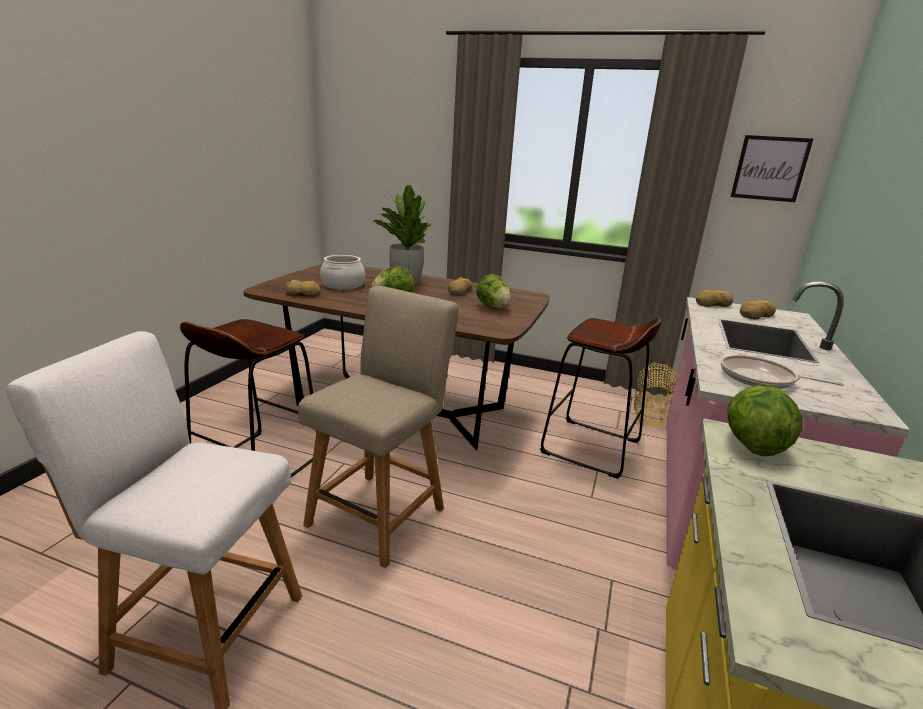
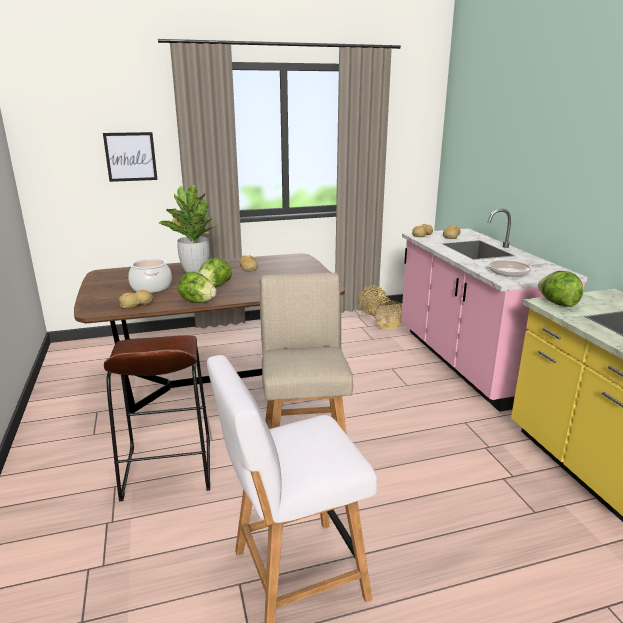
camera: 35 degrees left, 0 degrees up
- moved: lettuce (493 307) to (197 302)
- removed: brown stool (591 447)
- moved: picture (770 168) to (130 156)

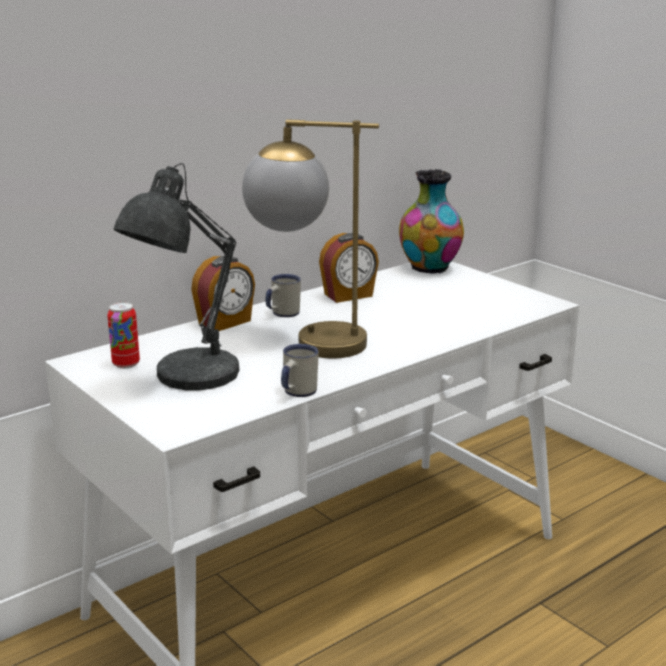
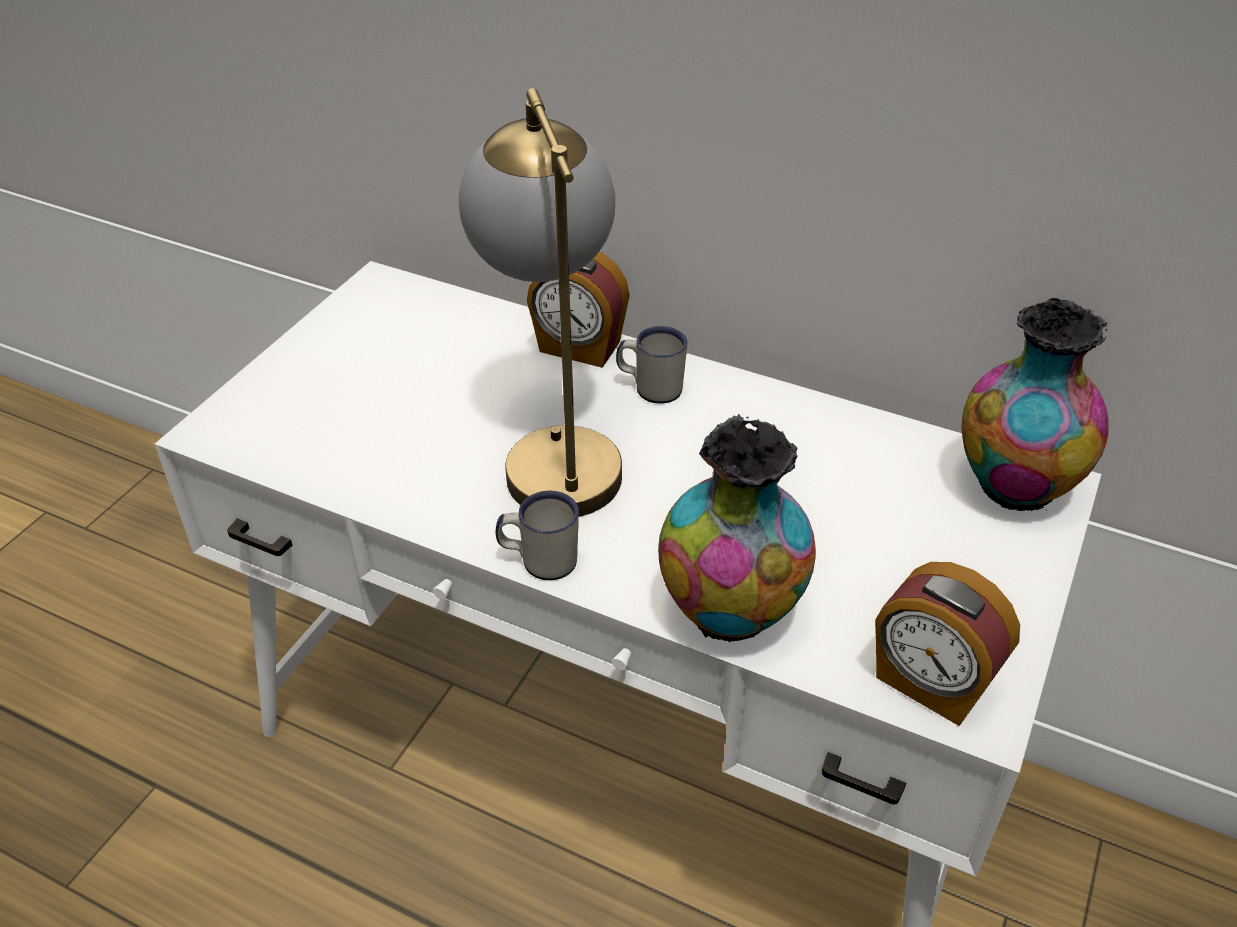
camera: 65 degrees right, 20 degrees up
- removed: can (126 364)
- removed: grey table lamp (189 377)
- moved: white mug (296 393) to (539 560)
- moved: alarm clock (349 295) to (930 684)
- added: vase (730 613)

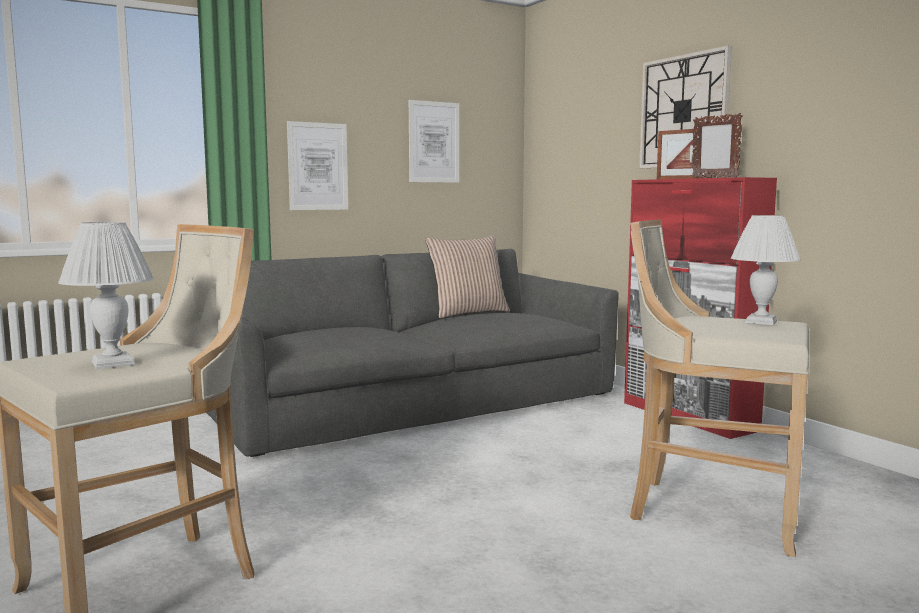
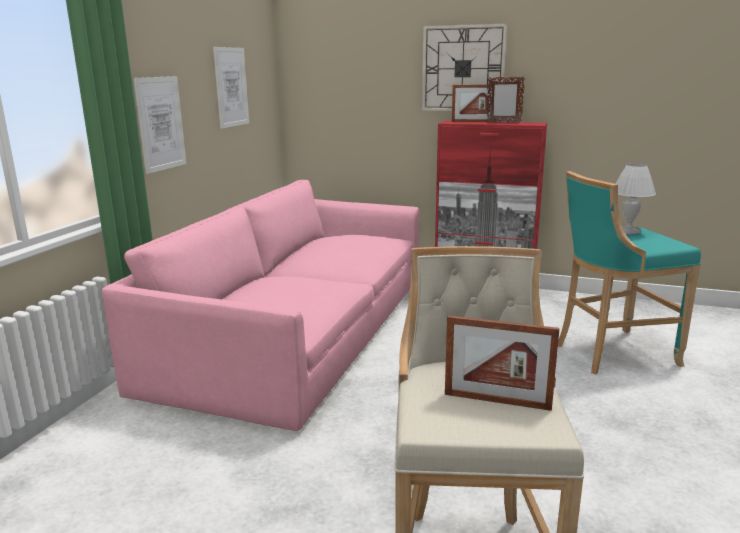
camera: 40 degrees left, 10 degrees up
- replaced: white table lamp (114 363) to picture frame (497 401)
- recoloured: grey sofa (410 400) to pink sofa (298 331)
- removed: pillow (468 313)
- recoloured: beige stool (709 512) to turquoise stool (610 353)

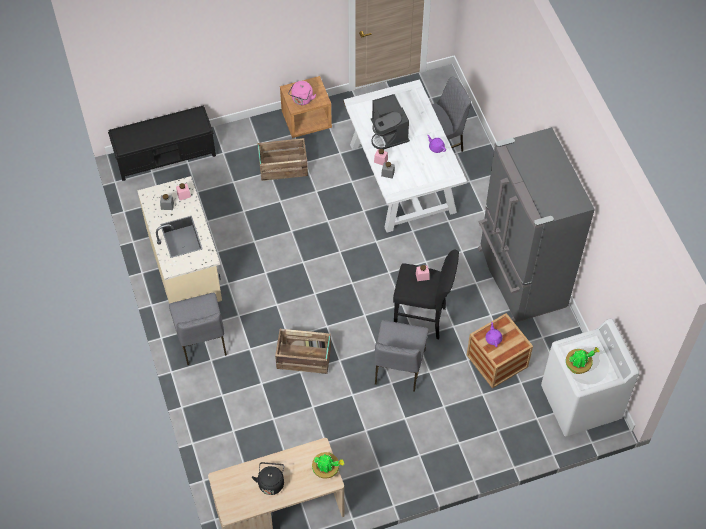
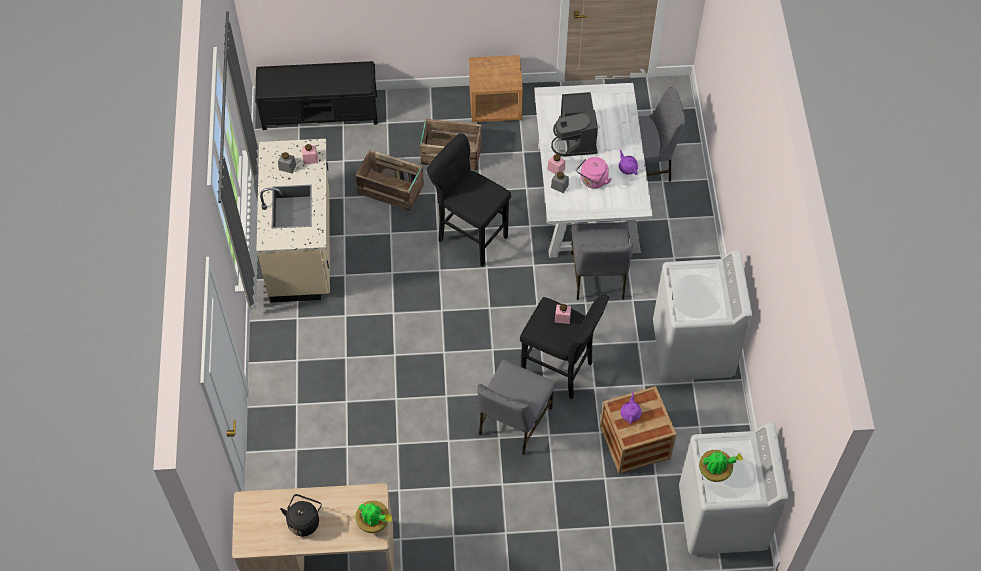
camera: 15 degrees right, 0 degrees up
- moved: grey chair (201 341) to (598 276)
- moved: crate (304 358) to (391 190)
- moved: pink kettle (302 100) to (593 181)
- replaced: grey fridge (519 278) to white washing machine (693 349)
- added: black stool (470 236)

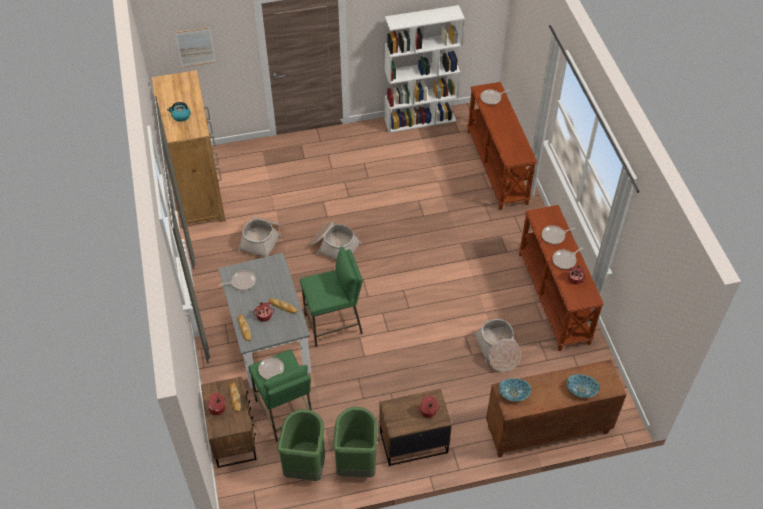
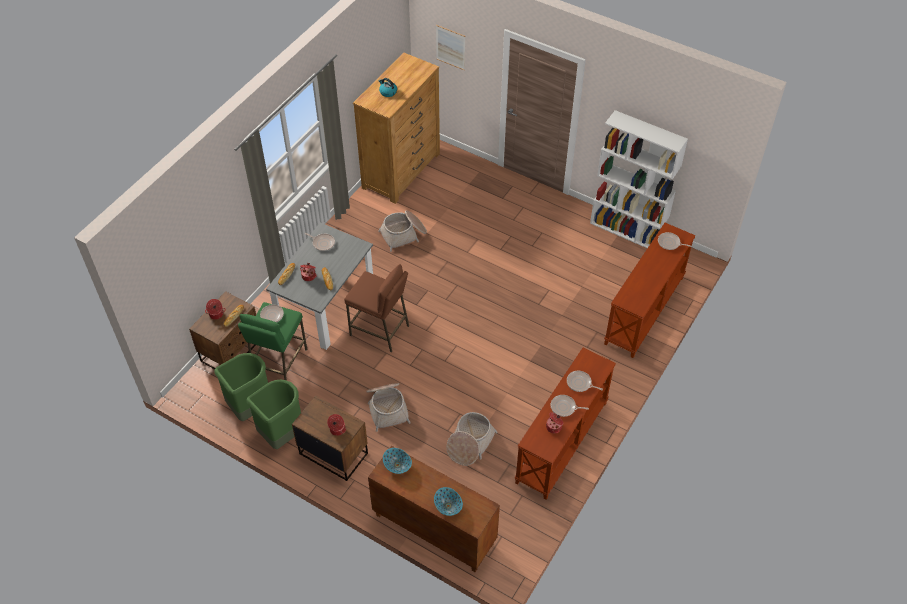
camera: 45 degrees right, 0 degrees up
- recoloured: green stool (334 324) to brown stool (380 330)
- moved: basket (334 246) to (387 407)

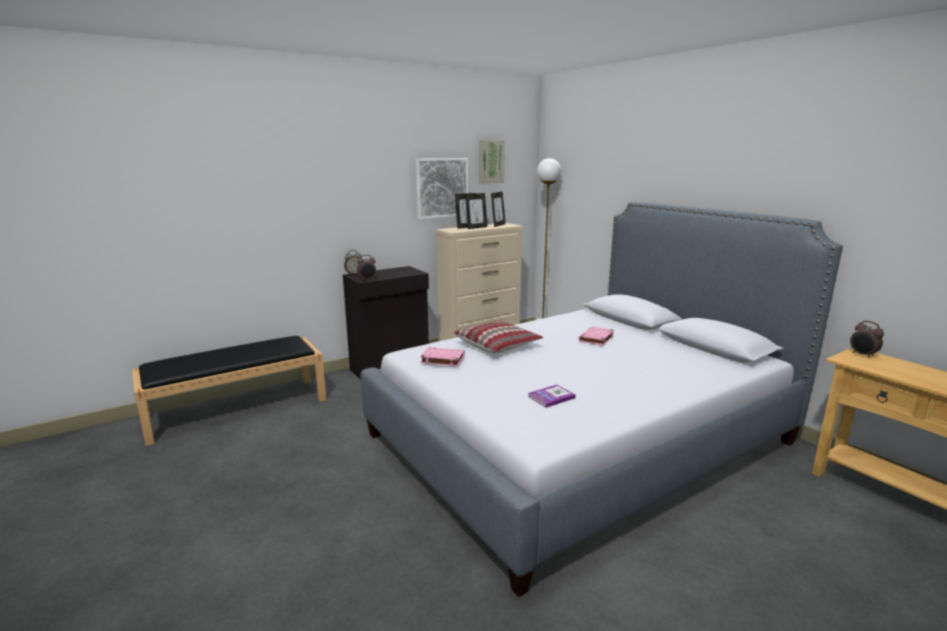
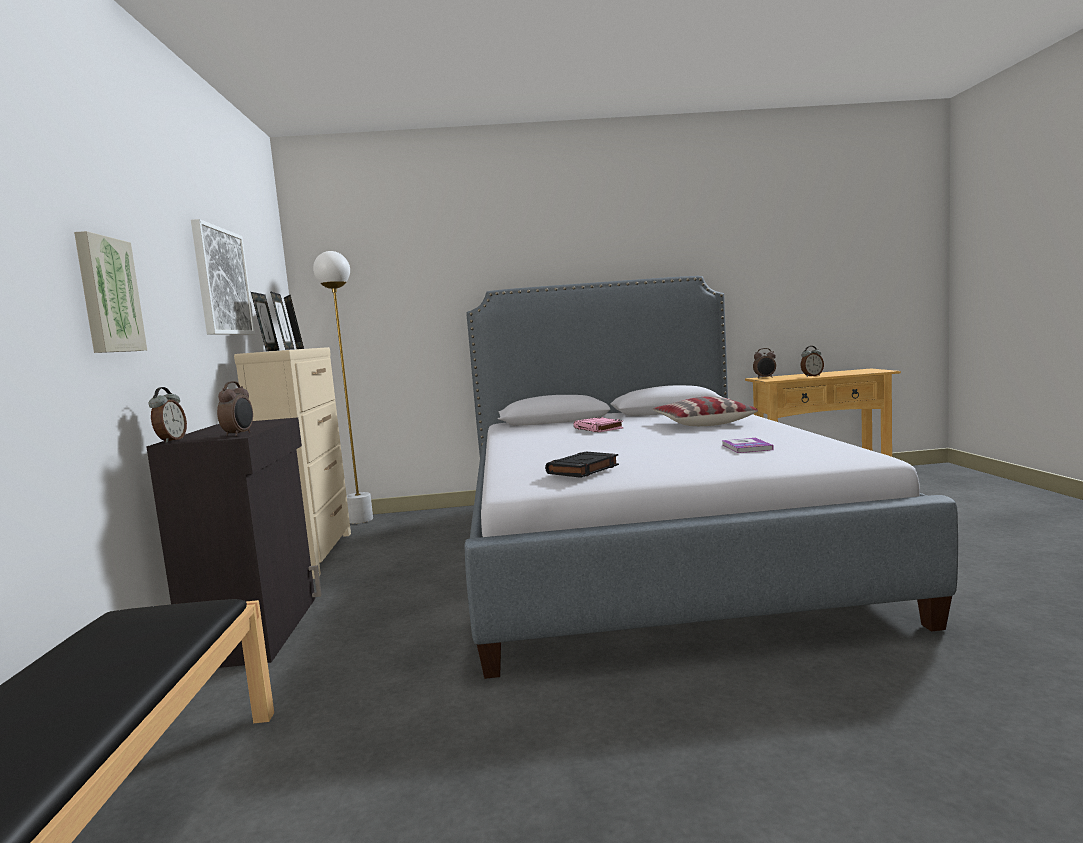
camera: 60 degrees left, 10 degrees down
- recoloured: pink book (442 359) to black book (582 470)
- moved: pillow (497 345) to (702 423)
- moved: picture (490 161) to (107 295)
- added: alarm clock (811 376)

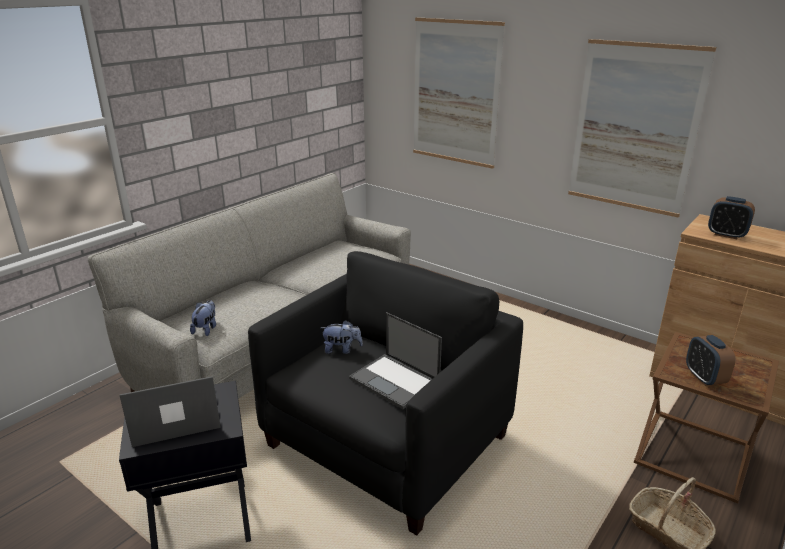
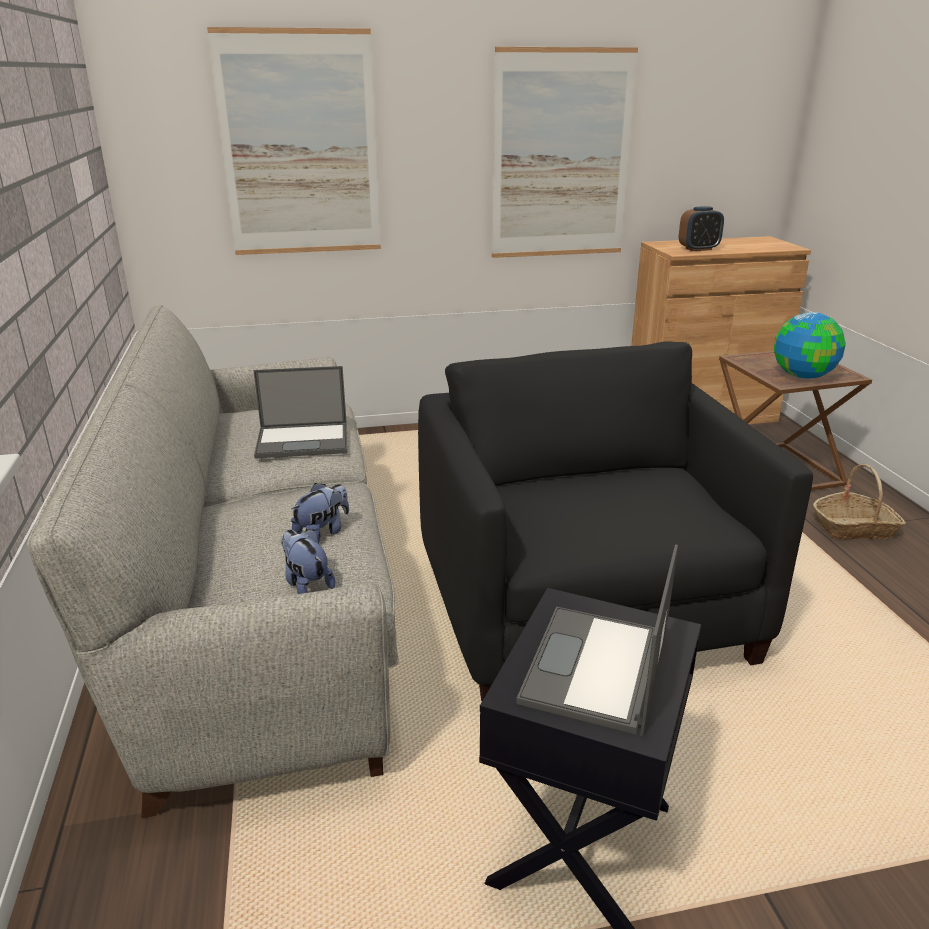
camera: 50 degrees left, 0 degrees up
- moved: plush toy (342 350) to (322 533)
- moved: laptop (395 381) to (304 440)
- replaced: alarm clock (704 378) to globe (803 376)

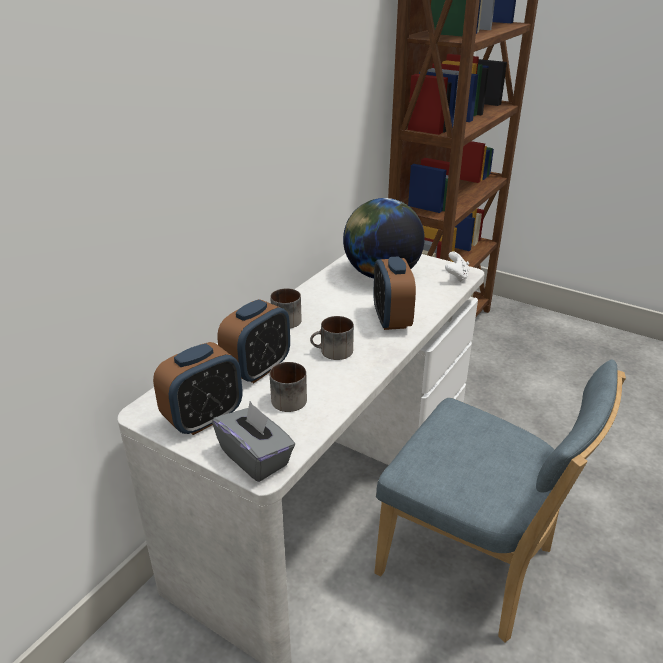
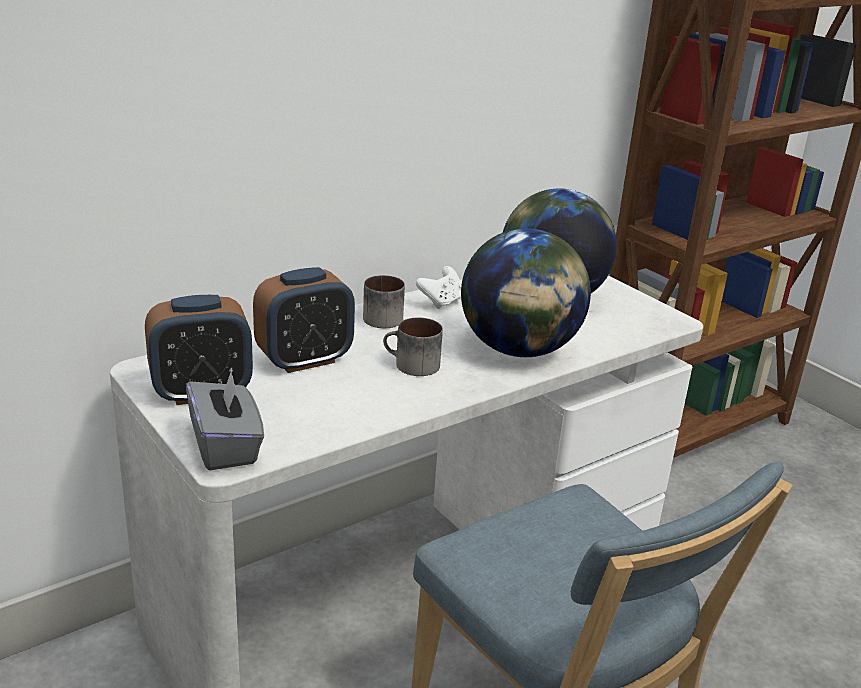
camera: 20 degrees right, 5 degrees down
- removed: mug (289 397)
- replaced: alarm clock (391 320) to globe (519 350)
- moved: white game controller (456 277) to (441 302)

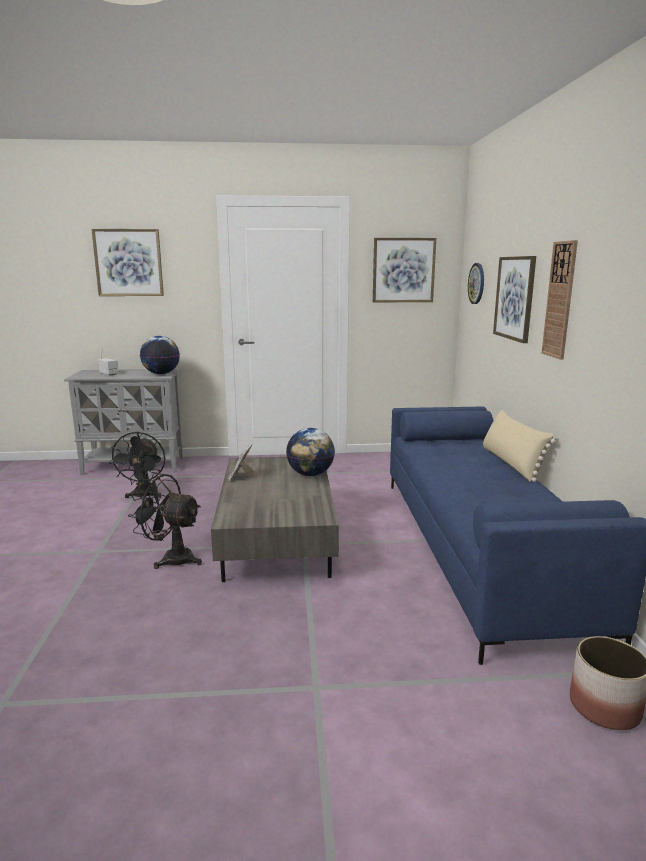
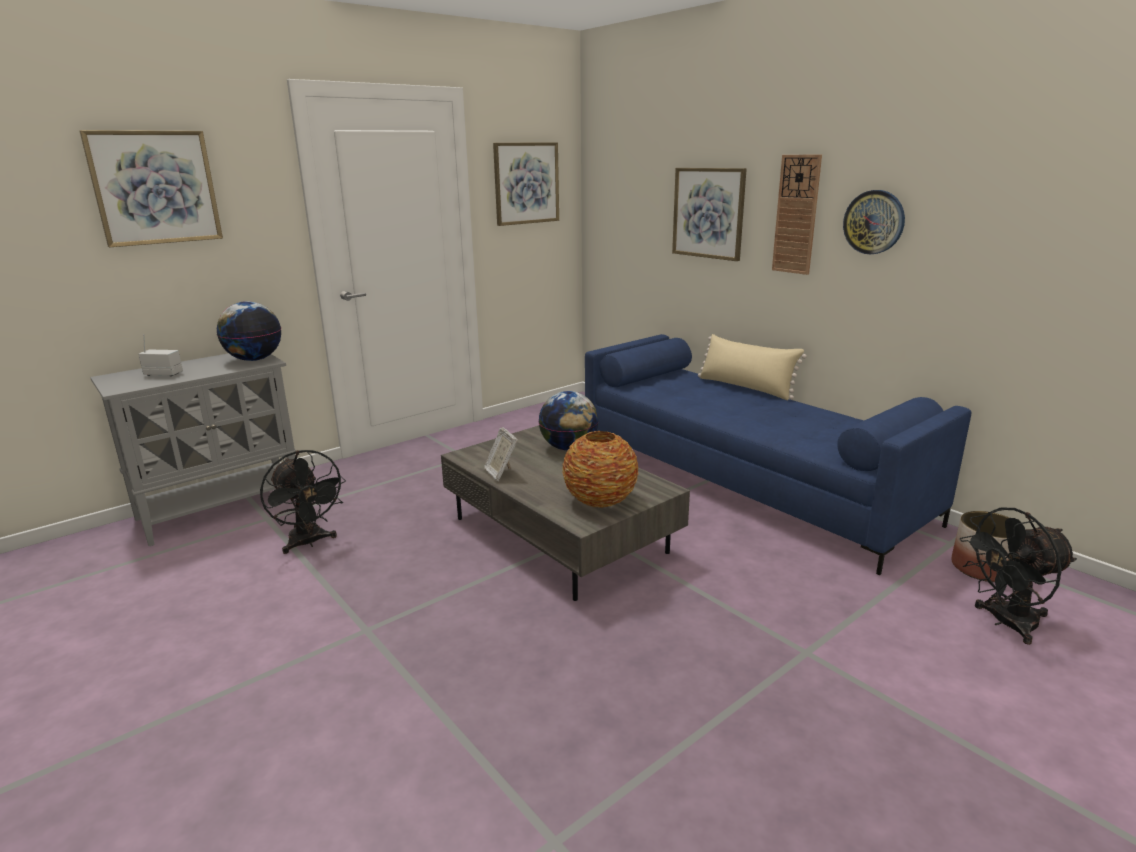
camera: 35 degrees left, 5 degrees up
- moved: black fan (171 558) to (1005 623)
- moved: wall clock (477 283) to (874 222)
- added: vase (600 500)

